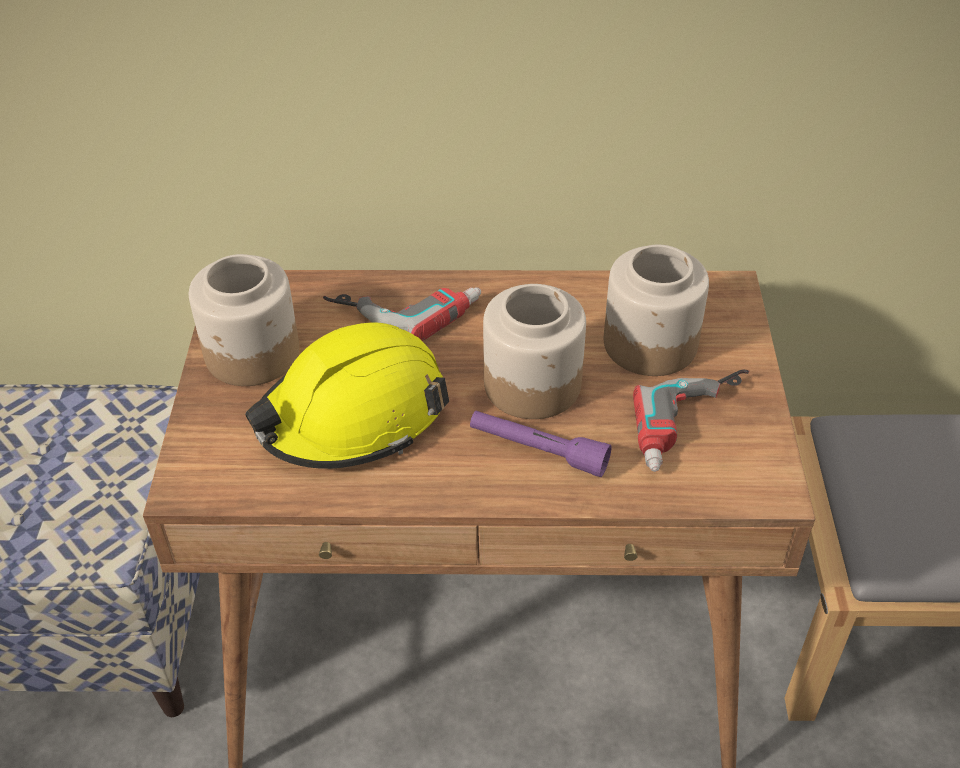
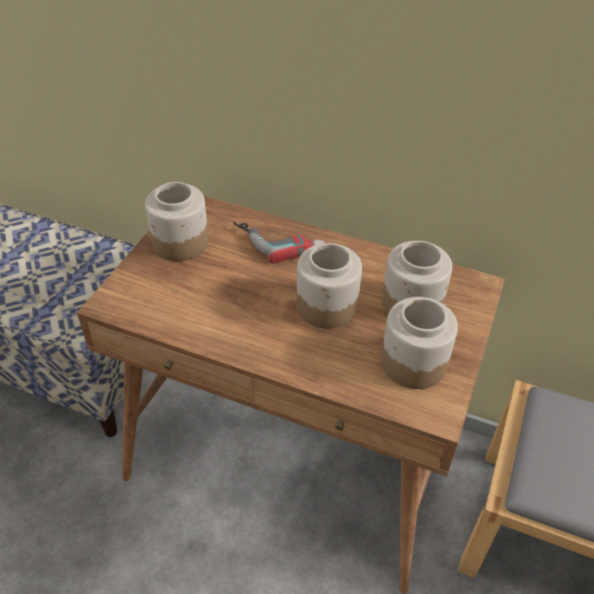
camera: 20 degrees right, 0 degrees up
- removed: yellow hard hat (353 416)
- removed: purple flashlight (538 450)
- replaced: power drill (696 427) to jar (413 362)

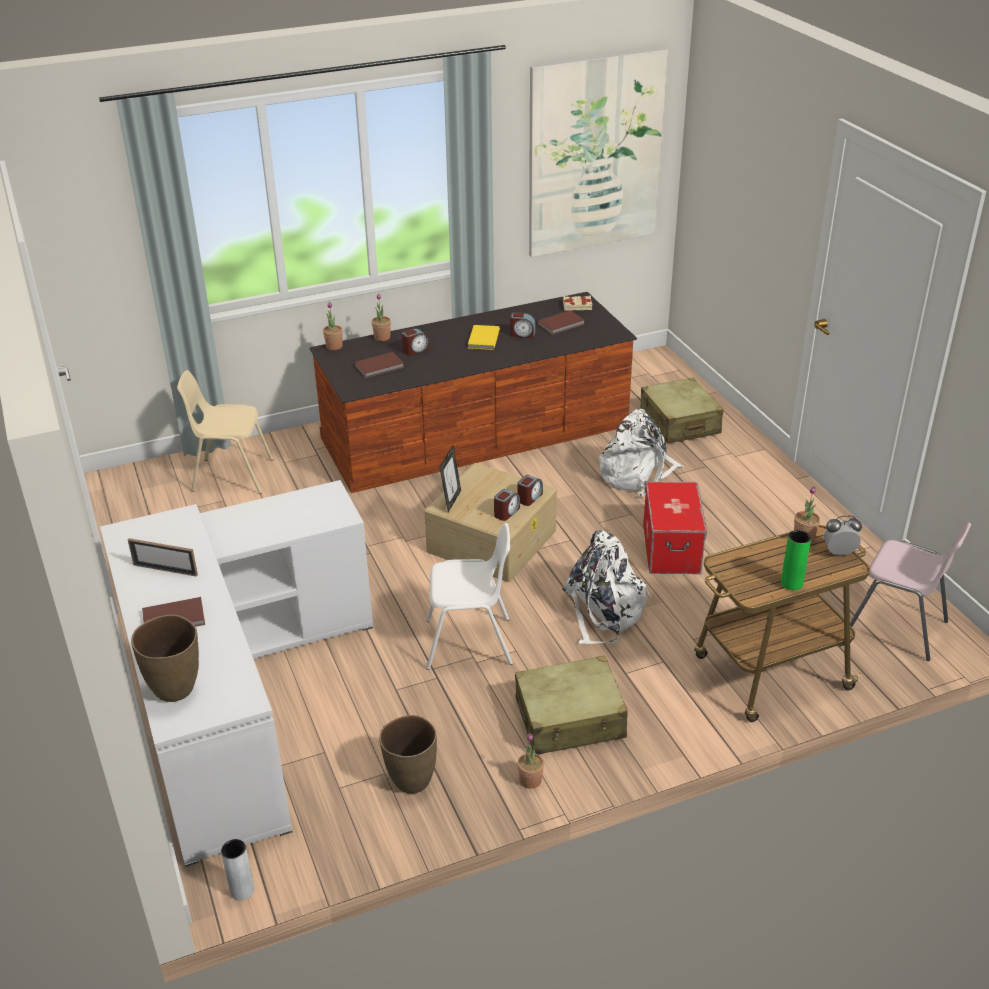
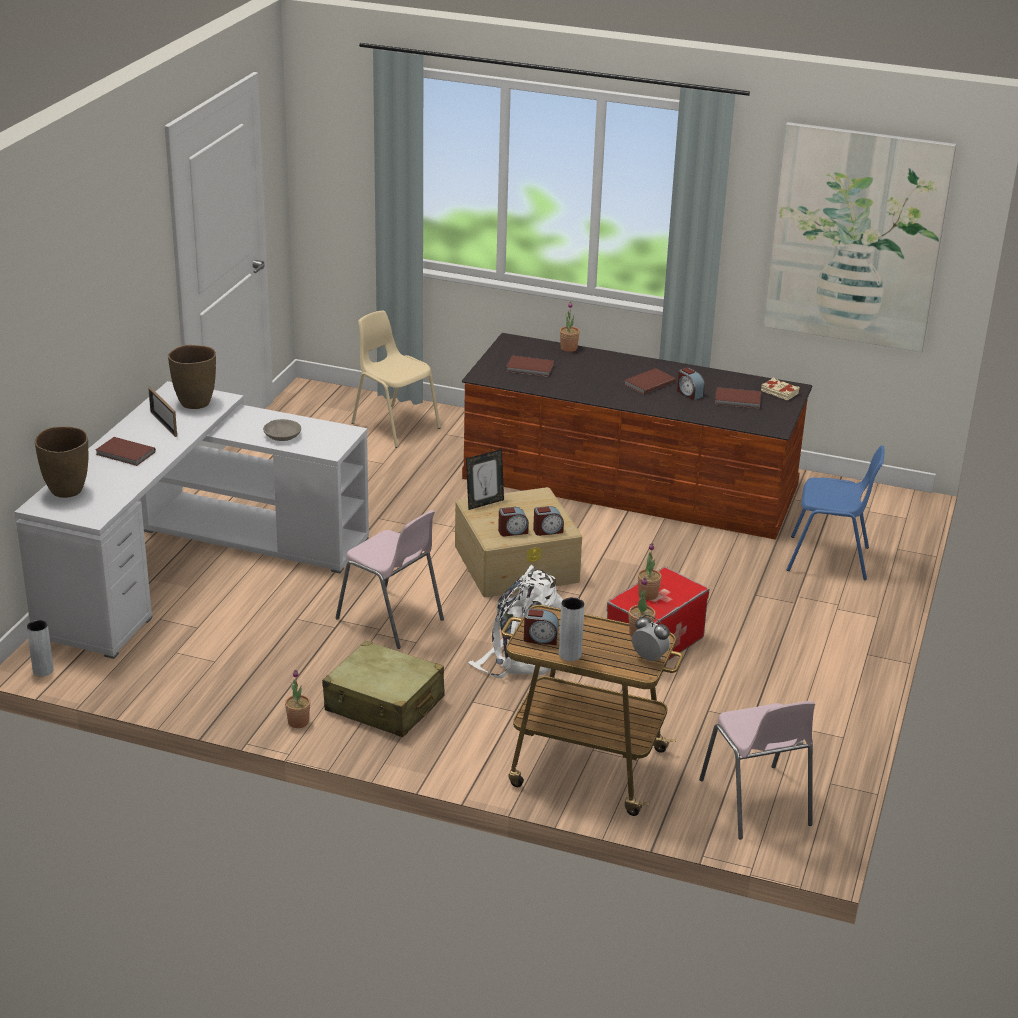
camera: 40 degrees right, 5 degrees down
- moved: potted plant (334 346) to (648 595)
- moved: brown vase (411 781) to (195 403)
- moved: alarm clock (415 350) to (540 638)
- recoloured: white chair (470 643) to pink chair (391 619)
- recoloured: yellow book (482 339) to brown book (648 383)
- removed: white backpack (637 474)
- replaced: beige suitcase (679 423) to blue chair (829 559)
- recoloured: green vase (791 583) to grey vase (570 655)
- added: grey bowl (282 435)

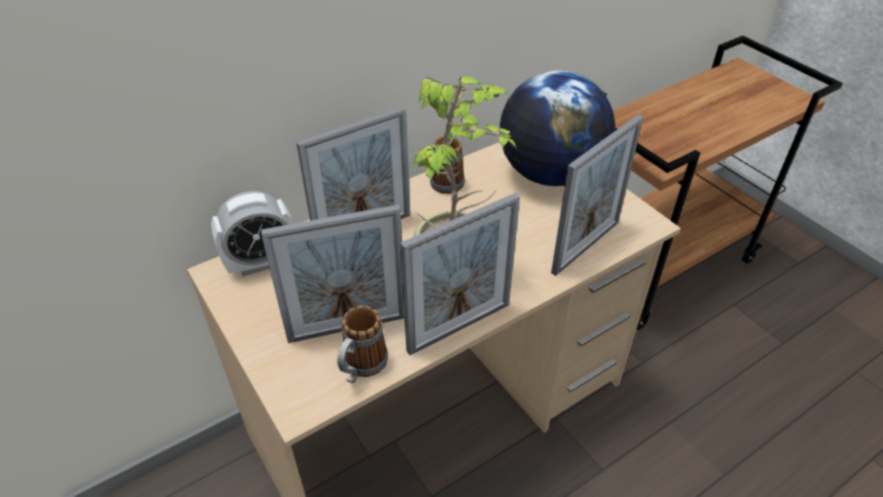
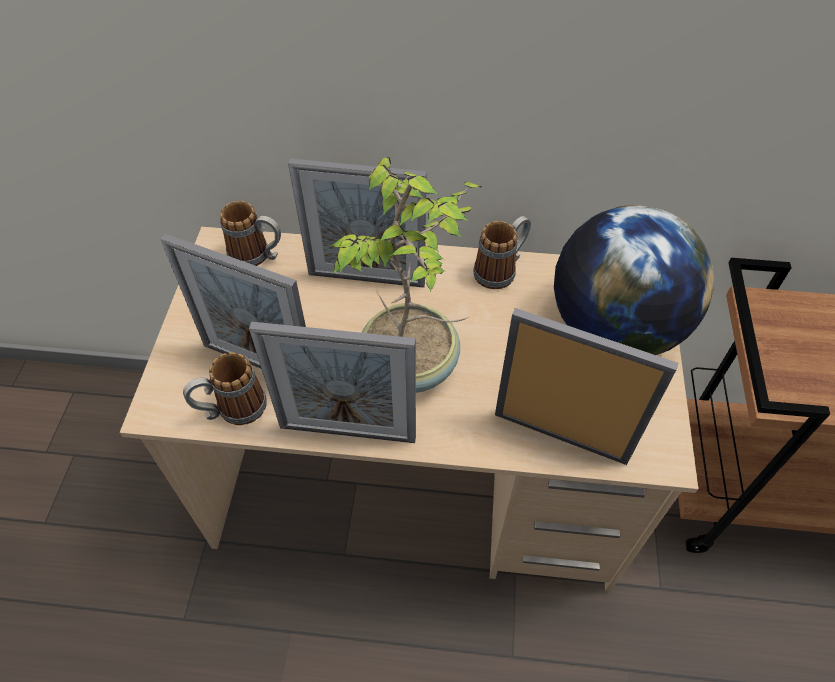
camera: 40 degrees right, 10 degrees up
- replaced: alarm clock (262 262) to mug (257 256)
- turned: picture frame (586 247) = (560 436) 150 degrees counterclockwise

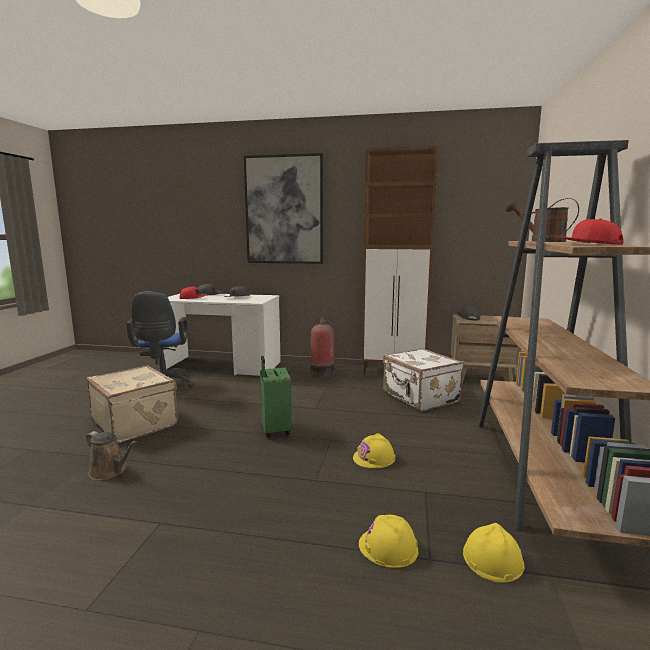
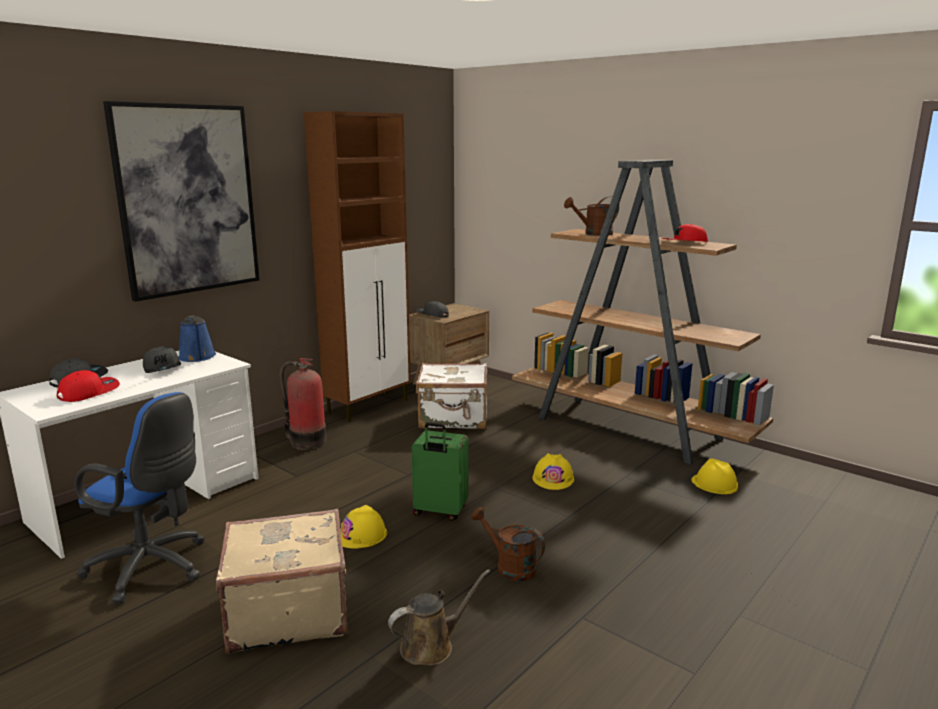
camera: 60 degrees left, 5 degrees up
- moved: yellow hard hat (388 547) to (361 535)
- added: blue watering can (197 357)
- added: brown watering can (509 567)

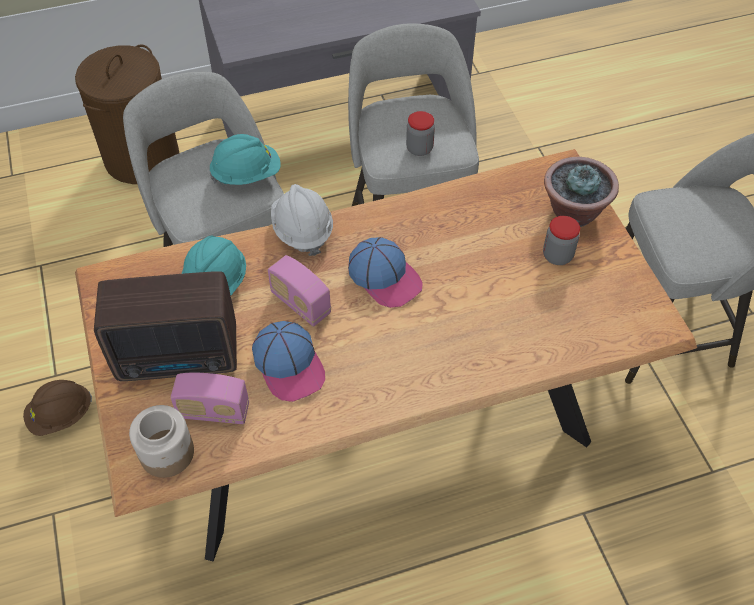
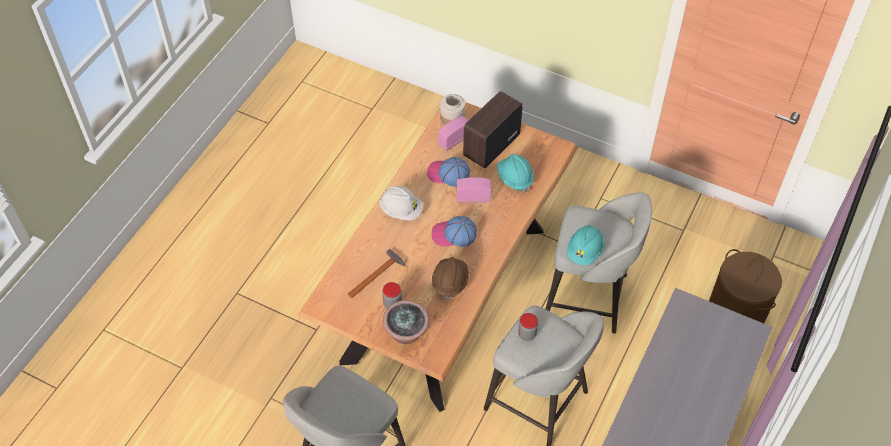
camera: 135 degrees right, 0 degrees up
- moved: brown hard hat (61 415) to (450 282)
- moved: white hard hat (302 230) to (401 210)
- added: hammer (377 275)

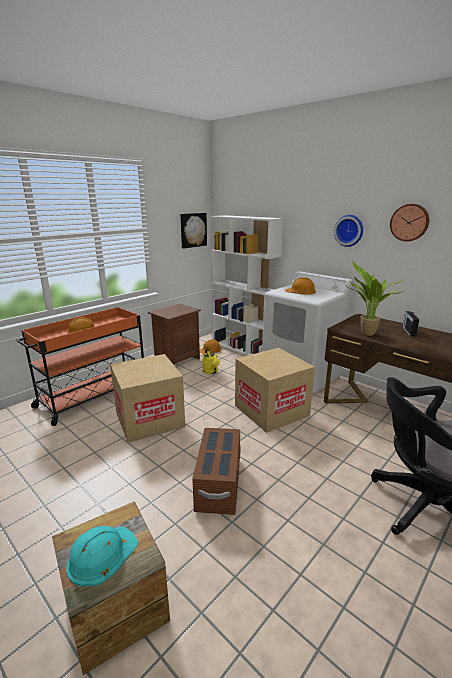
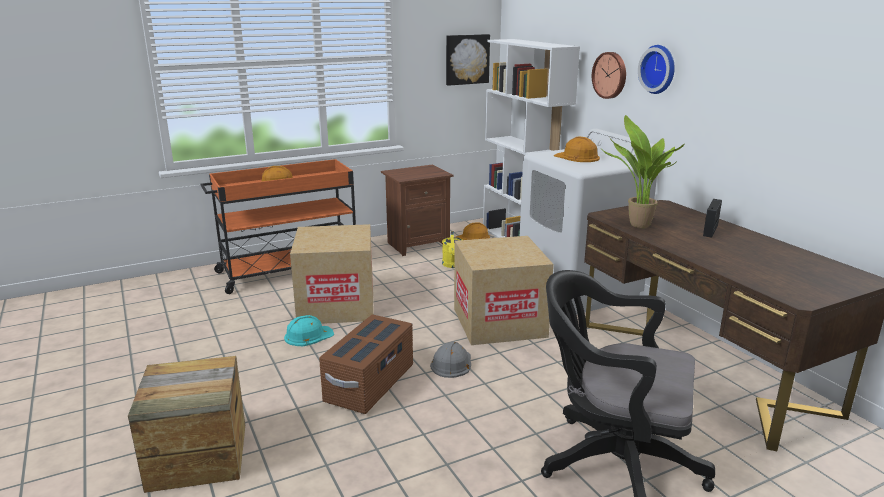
camera: 20 degrees right, 0 degrees up
- moved: turquoise hard hat (101 555) to (308 335)
- moved: wall clock (409 222) to (610 75)
- added: grey hard hat (451 363)

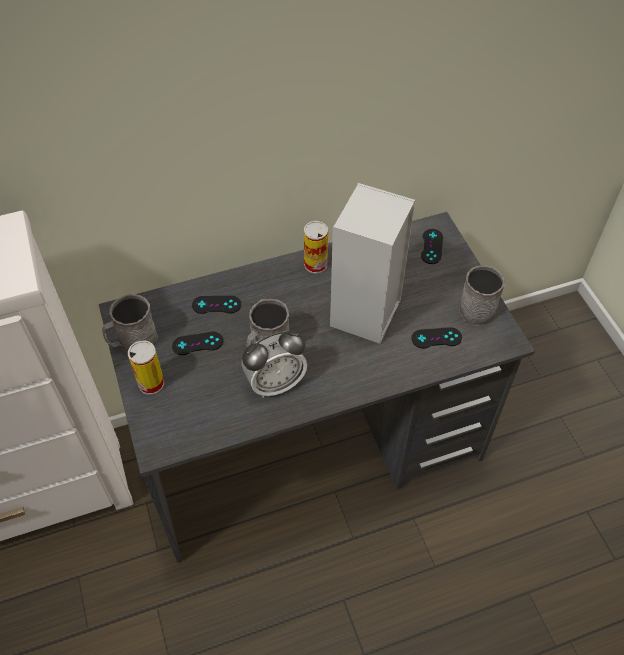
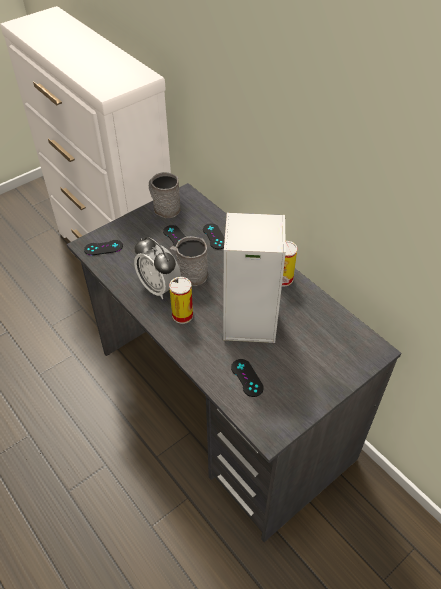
camera: 70 degrees right, 5 degrees down
- moved: can (151 383) to (182 315)
- moved: black game controller (431 246) to (103 248)
- removed: grey mug (475 306)

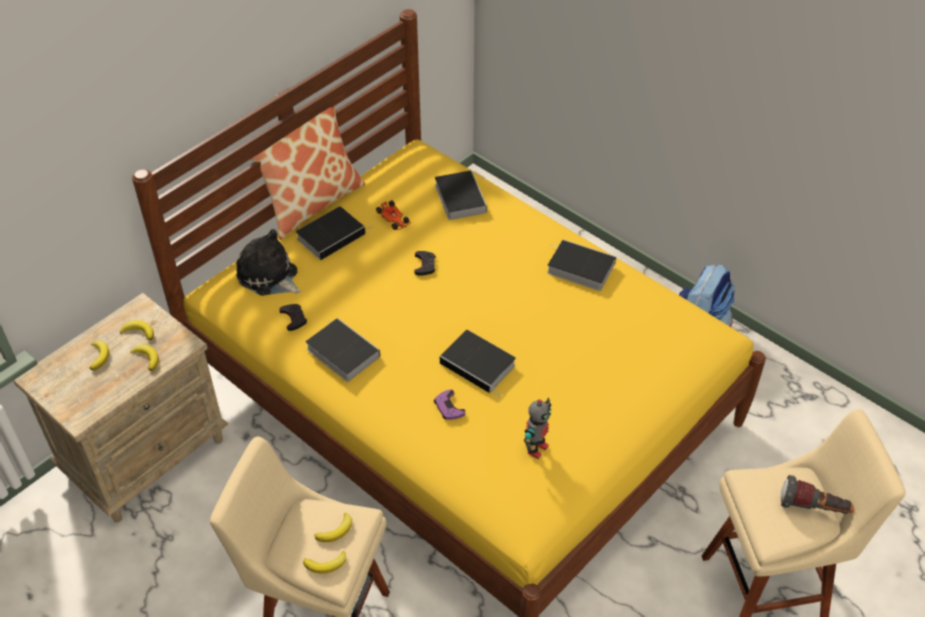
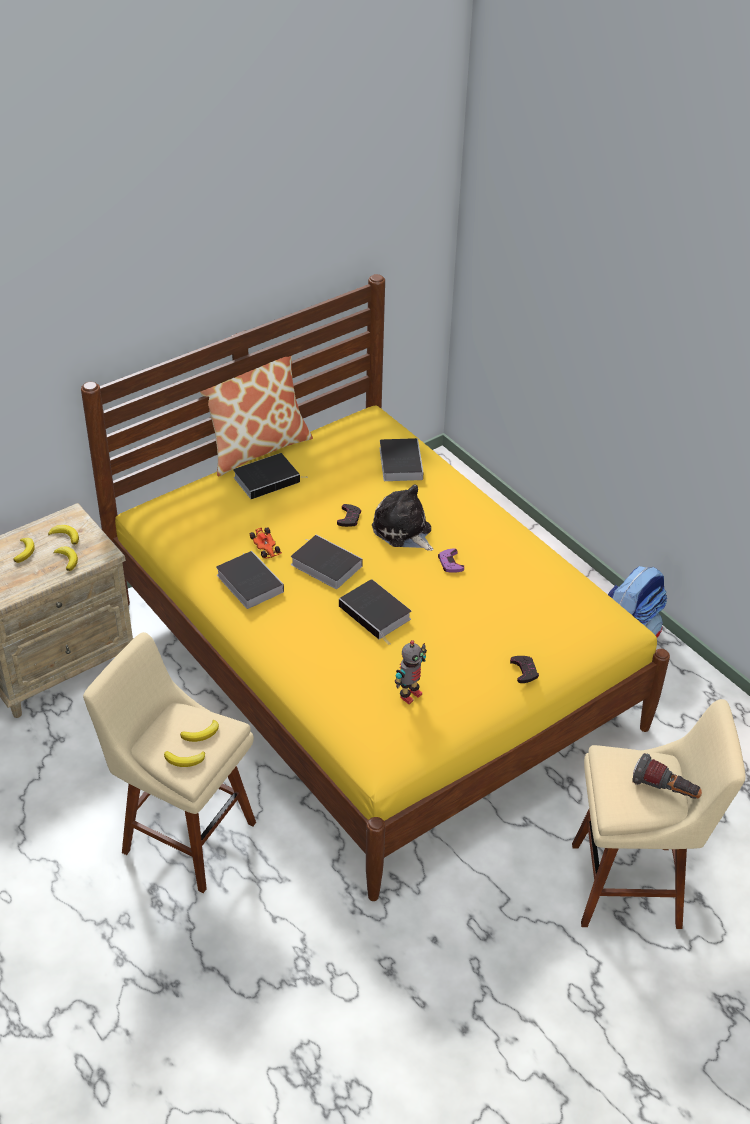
camera: 10 degrees right, 5 degrees down
- moved: plush toy (269 277) to (403 531)
- moved: black game controller (293 318) to (524 671)
- moved: toy car (393 219) to (266 547)
- moved: purple game controller (449 407) to (450 563)
- moved: book (578 268) to (324 564)

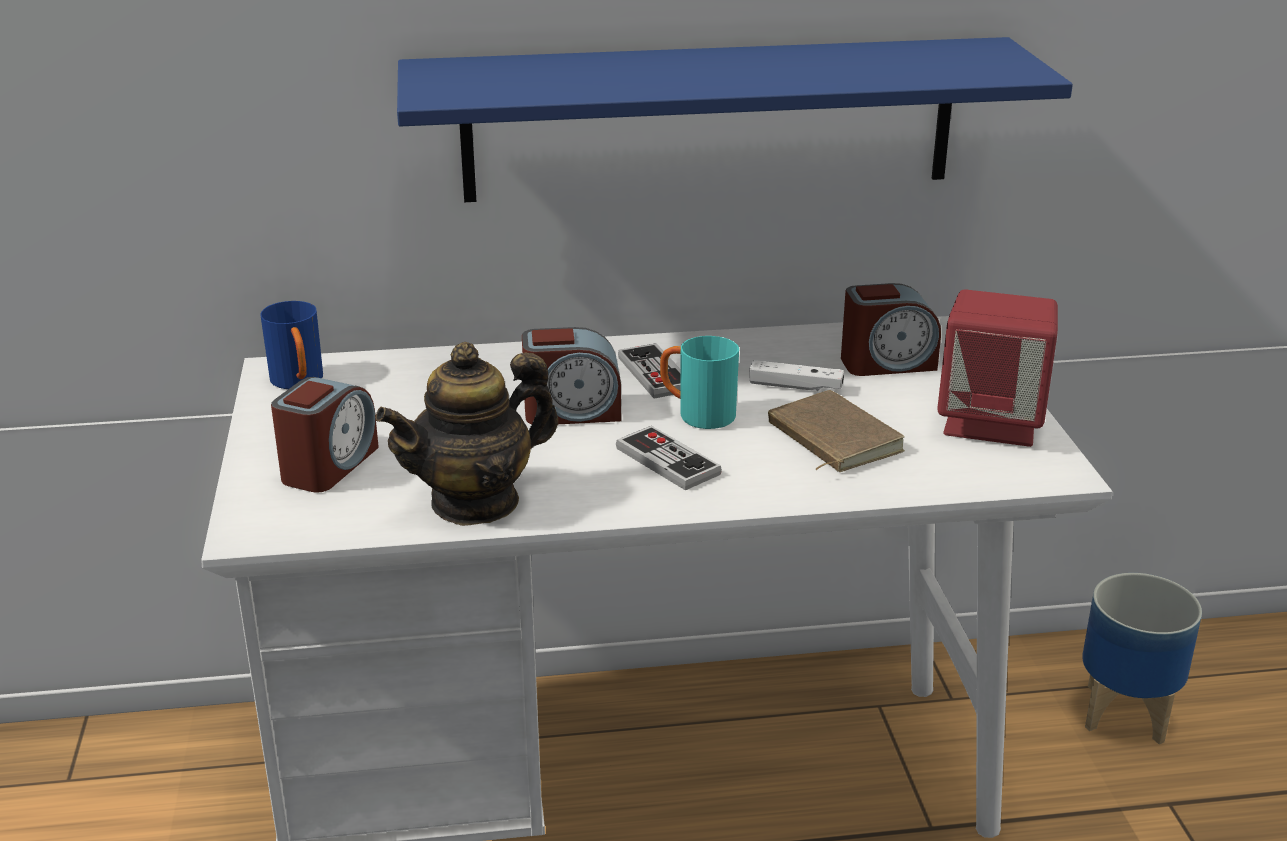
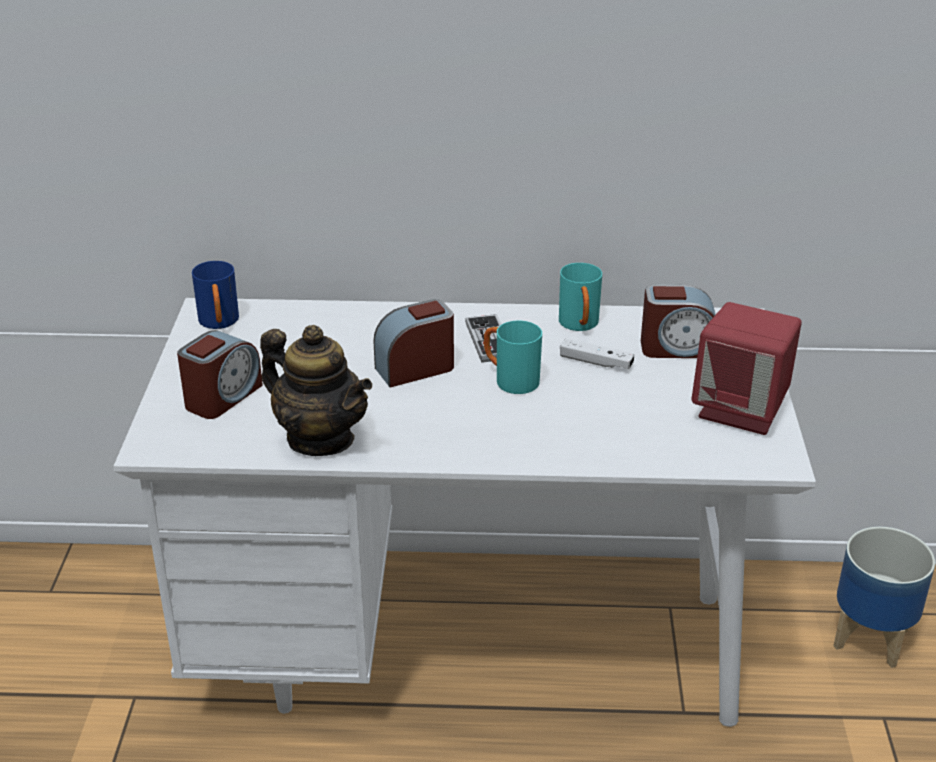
camera: 10 degrees right, 5 degrees up
- turned: teapot (475 501) = (320 438) 120 degrees counterclockwise
- removed: blue shelf (709 119)
- turned: alarm clock (572 412) = (415 368) 150 degrees clockwise
- removed: game controller (667 461)
- removed: brown book (830 439)
- added: turquoise mug (580 326)

